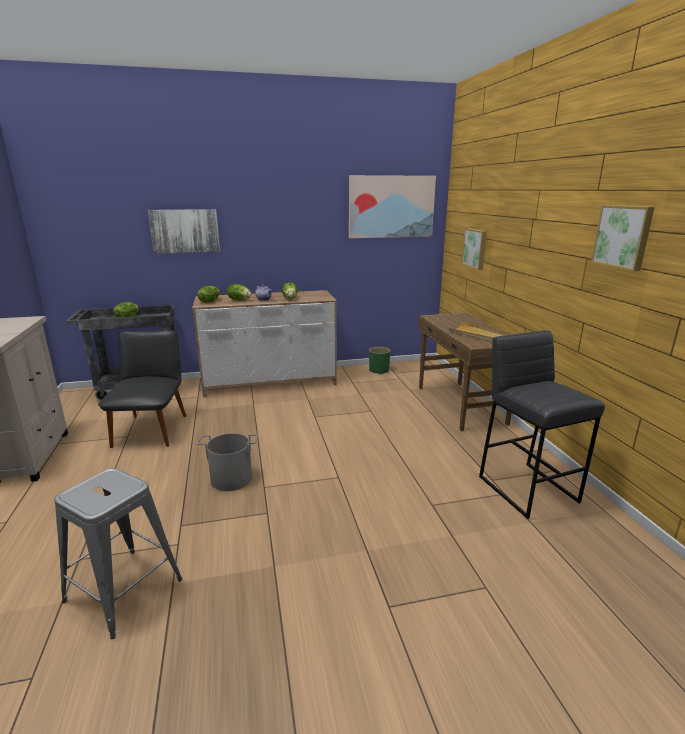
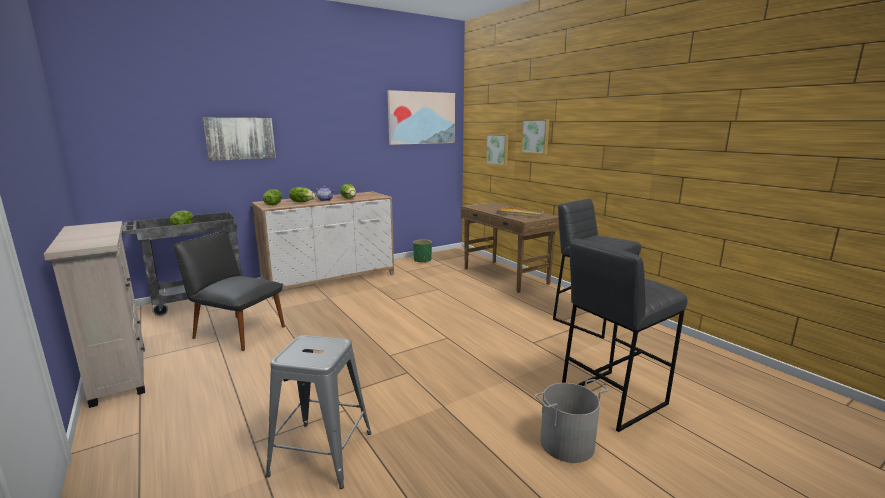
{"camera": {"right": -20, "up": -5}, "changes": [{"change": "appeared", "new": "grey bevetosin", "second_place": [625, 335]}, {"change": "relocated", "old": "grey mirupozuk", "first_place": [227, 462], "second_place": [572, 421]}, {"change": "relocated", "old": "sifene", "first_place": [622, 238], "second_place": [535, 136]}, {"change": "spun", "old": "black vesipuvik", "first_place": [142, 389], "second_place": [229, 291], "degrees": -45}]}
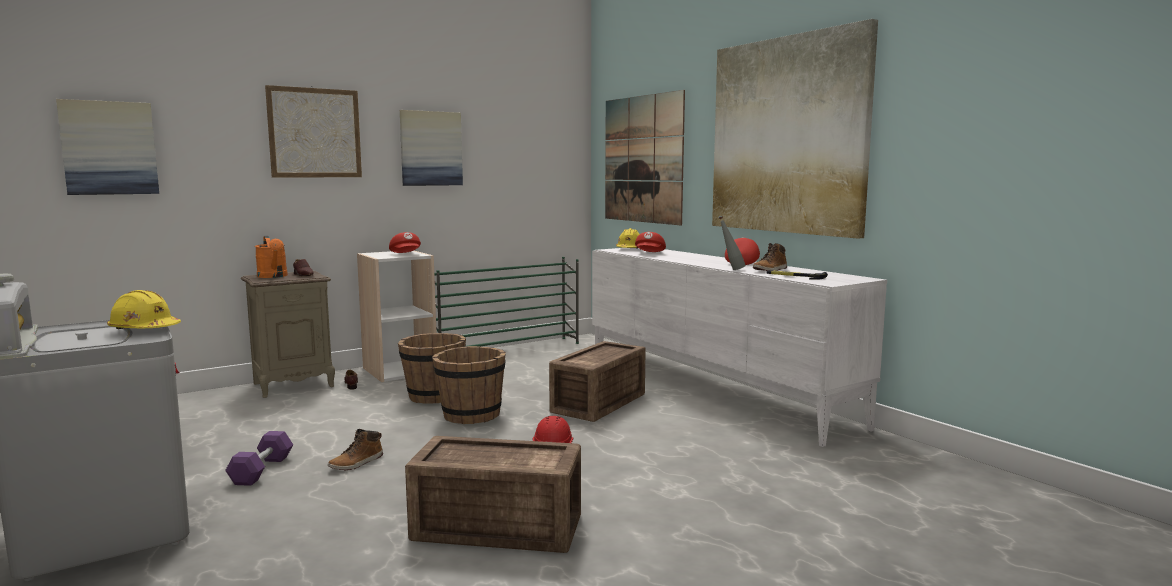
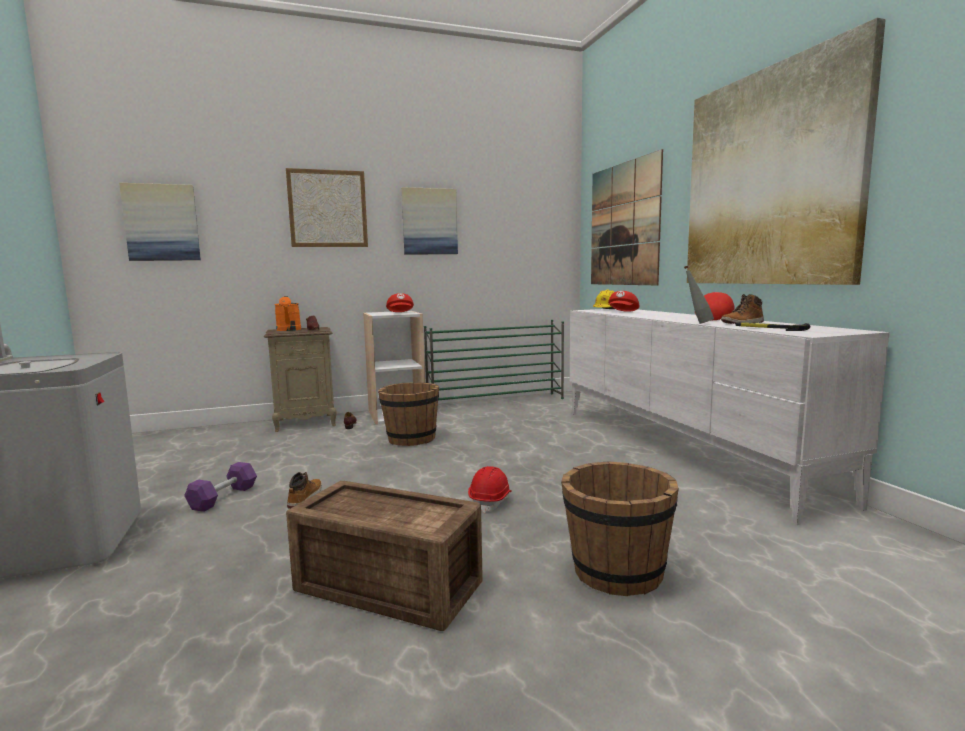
{"camera": {"right": 15, "up": 0}, "changes": [{"change": "missing", "old": "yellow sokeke", "first_place": [144, 309]}, {"change": "missing", "old": "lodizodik", "first_place": [597, 381]}, {"change": "relocated", "old": "brown mirupozuk", "first_place": [469, 385], "second_place": [620, 528]}, {"change": "spun", "old": "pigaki", "first_place": [355, 449], "second_place": [304, 490], "degrees": 135}]}
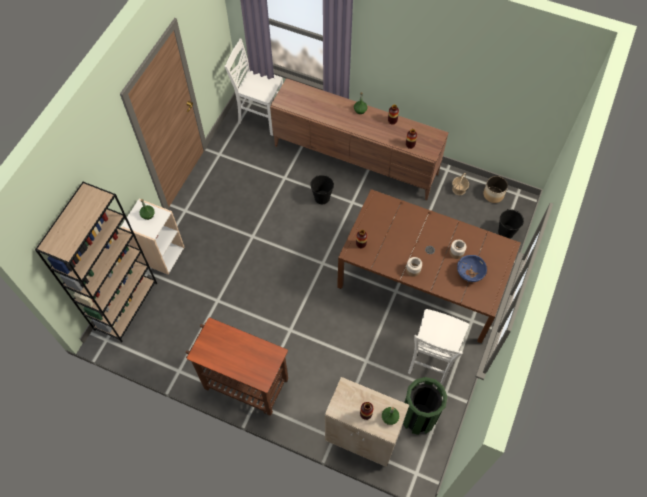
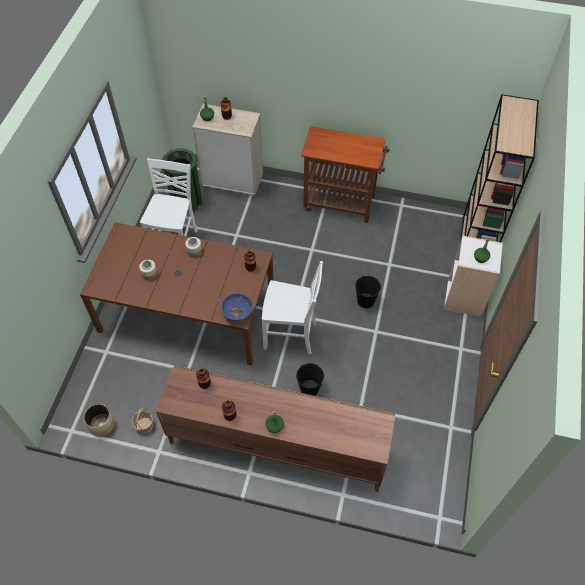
{"camera": {"right": 170, "up": -5}, "changes": [{"change": "relocated", "old": "white vesipuvik", "first_place": [254, 87], "second_place": [292, 308]}, {"change": "relocated", "old": "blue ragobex", "first_place": [472, 268], "second_place": [237, 307]}, {"change": "relocated", "old": "black mirupozuk", "first_place": [511, 224], "second_place": [368, 292]}]}
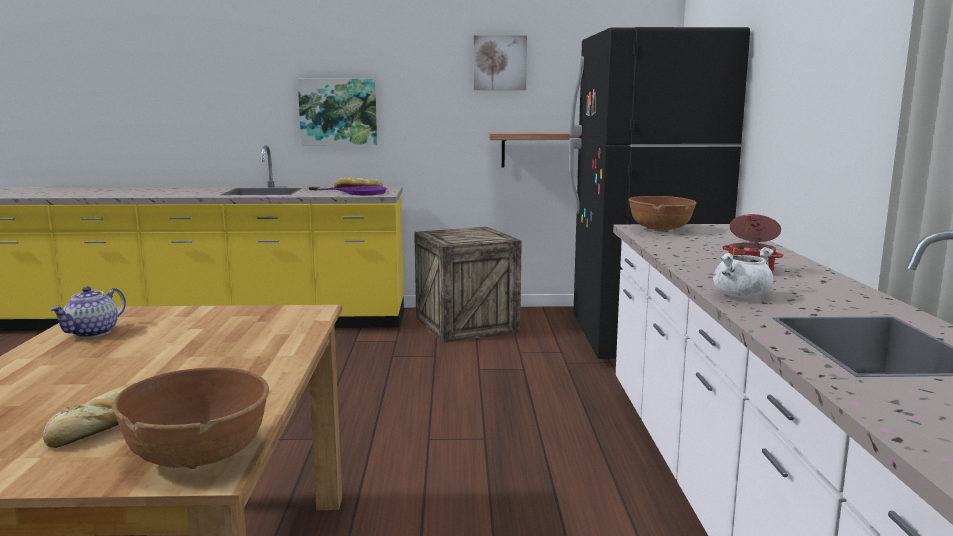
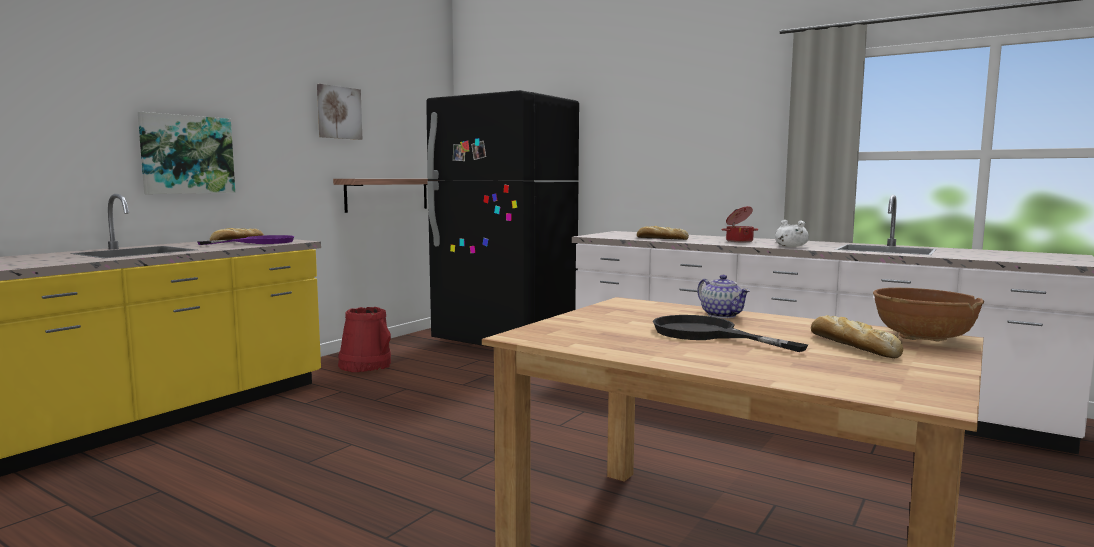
{"camera": {"right": -55, "up": -5}, "changes": [{"change": "missing", "old": "brown ragobex", "first_place": [663, 214]}, {"change": "appeared", "new": "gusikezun", "second_place": [663, 233]}, {"change": "appeared", "new": "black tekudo", "second_place": [730, 333]}, {"change": "relocated", "old": "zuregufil", "first_place": [87, 312], "second_place": [723, 296]}, {"change": "exchanged", "old": "lodizodik", "new": "red mirupozuk", "first_place": [468, 285], "second_place": [364, 339]}]}
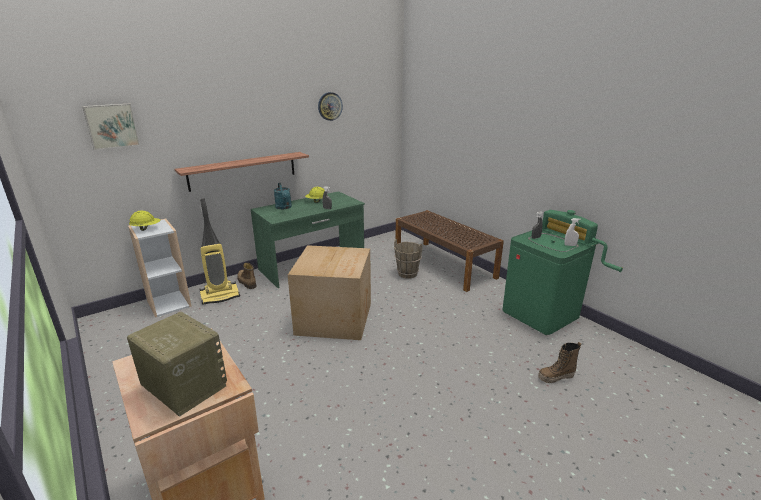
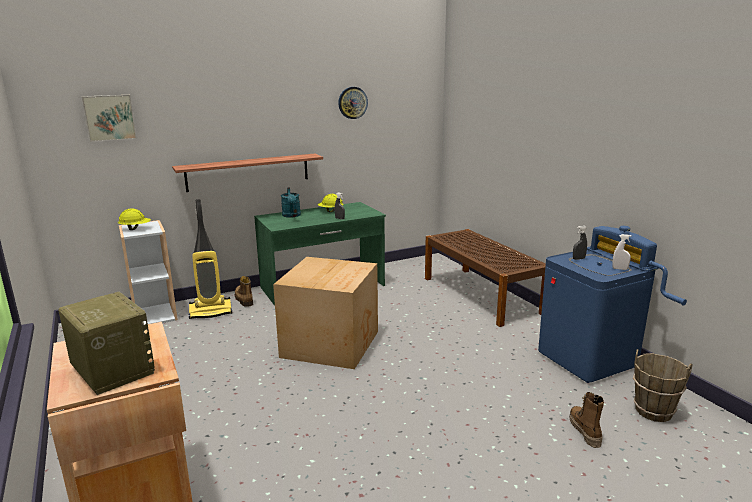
{"camera": {"right": 10, "up": -5}, "changes": [{"change": "relocated", "old": "brown mirupozuk", "first_place": [408, 259], "second_place": [663, 385]}, {"change": "colour", "old": "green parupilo", "new": "blue parupilo", "first_place": [563, 272], "second_place": [612, 304]}, {"change": "spun", "old": "pigaki", "first_place": [560, 362], "second_place": [587, 420], "degrees": 90}]}
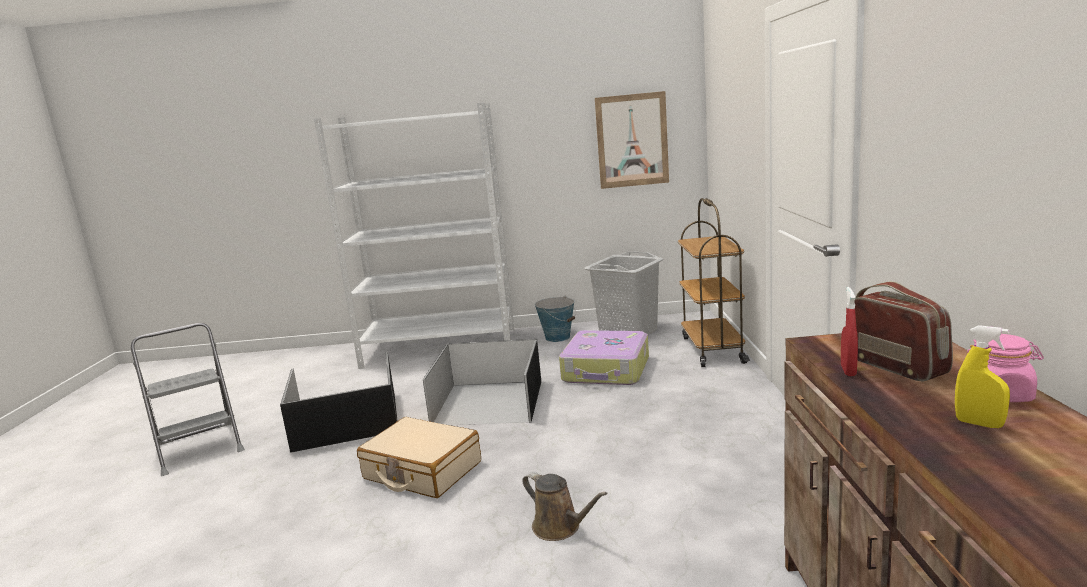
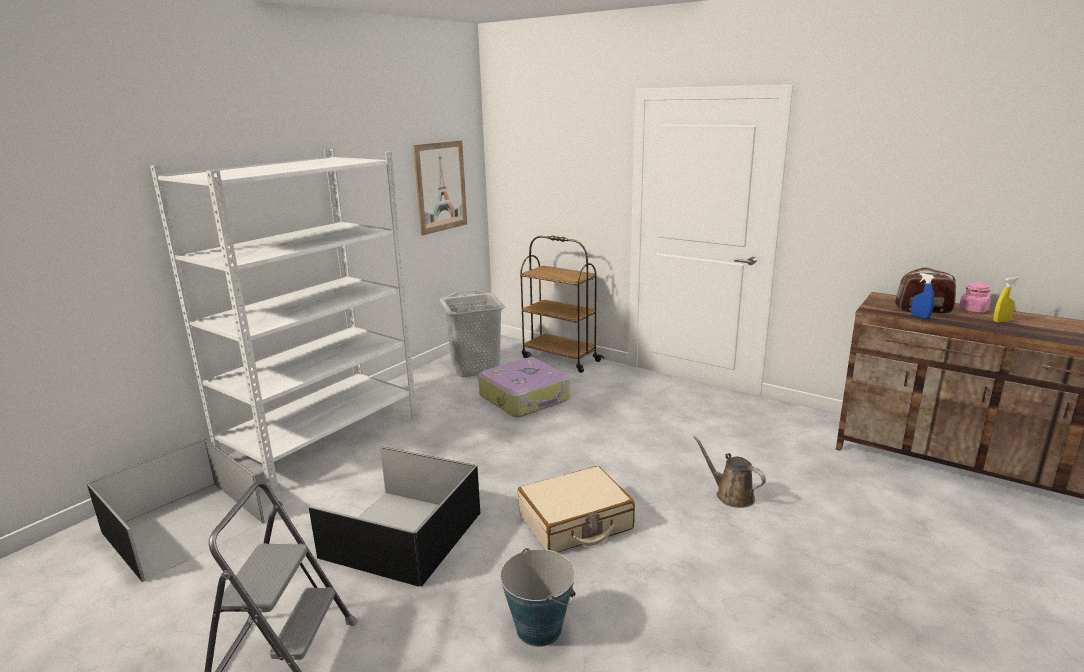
{"camera": {"right": -55, "up": 5}, "changes": [{"change": "relocated", "old": "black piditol", "first_place": [482, 382], "second_place": [176, 510]}, {"change": "relocated", "old": "mirupozuk", "first_place": [555, 319], "second_place": [538, 597]}, {"change": "colour", "old": "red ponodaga", "new": "blue ponodaga", "first_place": [849, 331], "second_place": [923, 296]}, {"change": "spun", "old": "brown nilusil", "first_place": [565, 506], "second_place": [729, 472], "degrees": -120}]}
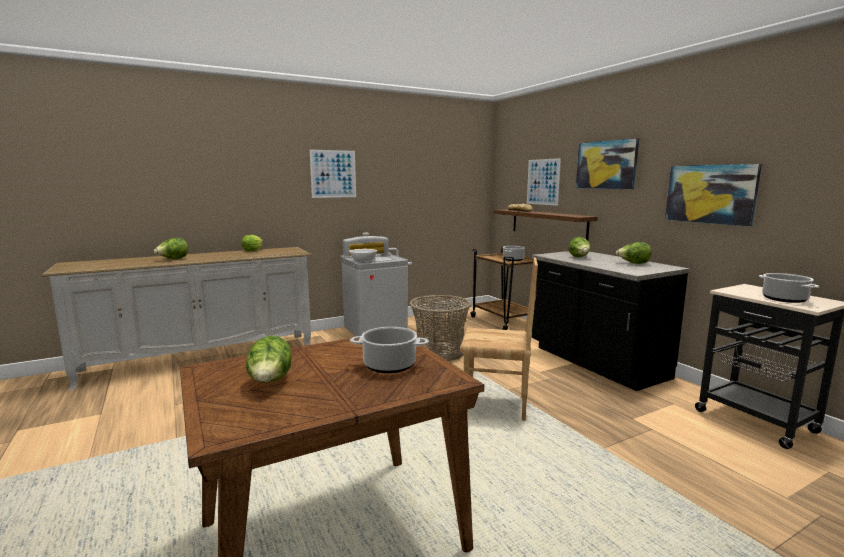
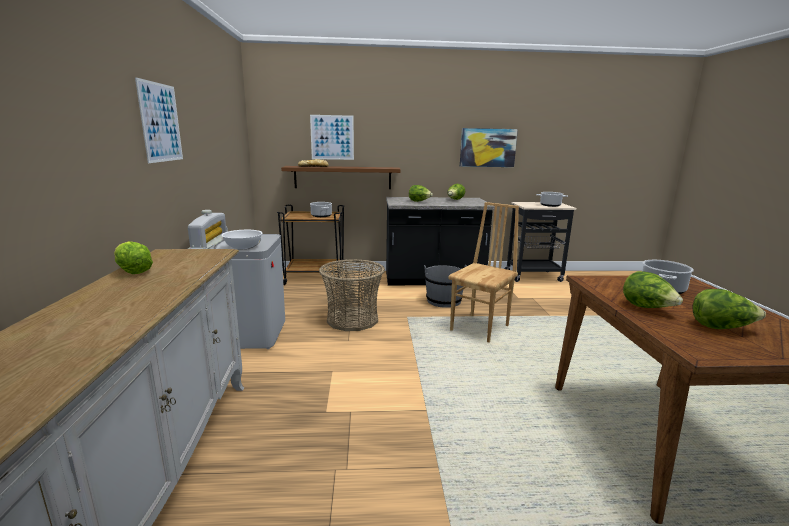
{"camera": {"right": -65, "up": 5}, "changes": [{"change": "missing", "old": "sifene", "first_place": [607, 163]}, {"change": "appeared", "new": "grey mirupozuk", "second_place": [445, 286]}, {"change": "relocated", "old": "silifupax", "first_place": [171, 248], "second_place": [653, 289]}]}
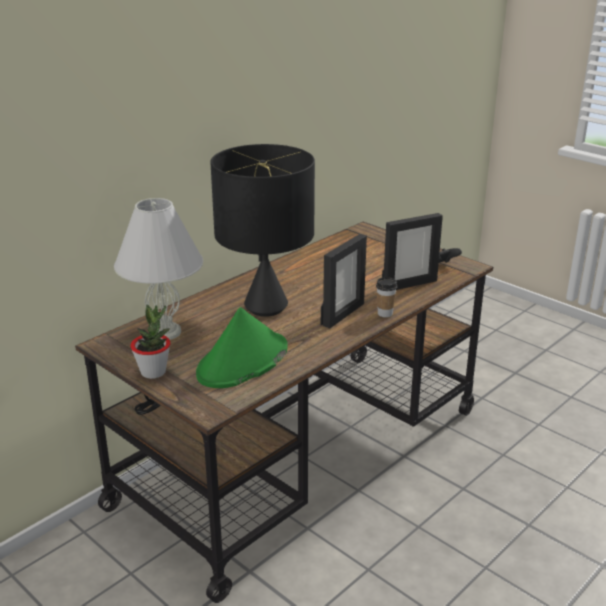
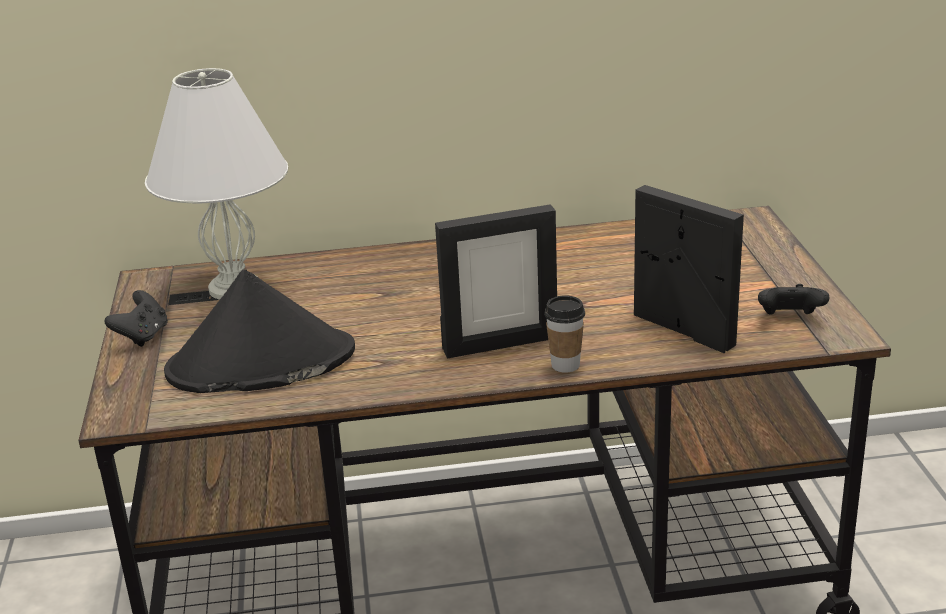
{"camera": {"right": 40, "up": 0}, "changes": [{"change": "missing", "old": "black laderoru", "first_place": [262, 230]}, {"change": "exchanged", "old": "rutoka", "new": "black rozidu", "first_place": [150, 342], "second_place": [136, 318]}, {"change": "colour", "old": "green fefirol", "new": "black fefirol", "first_place": [242, 347], "second_place": [259, 331]}, {"change": "spun", "old": "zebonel", "first_place": [412, 251], "second_place": [689, 269], "degrees": -150}]}
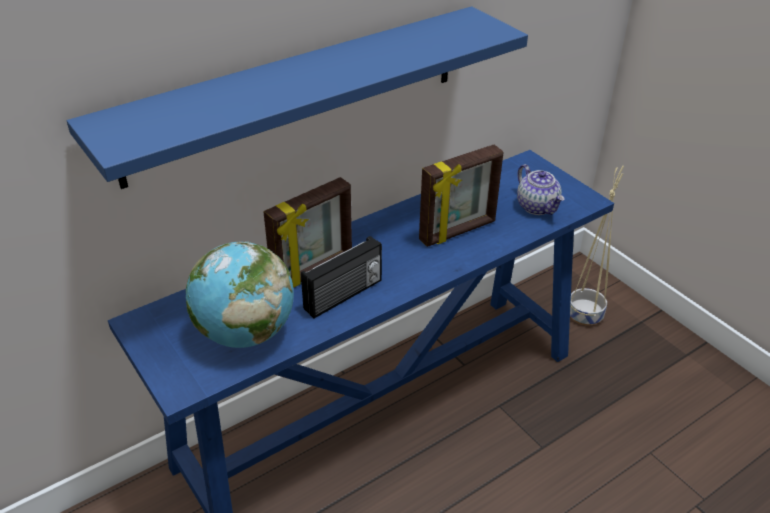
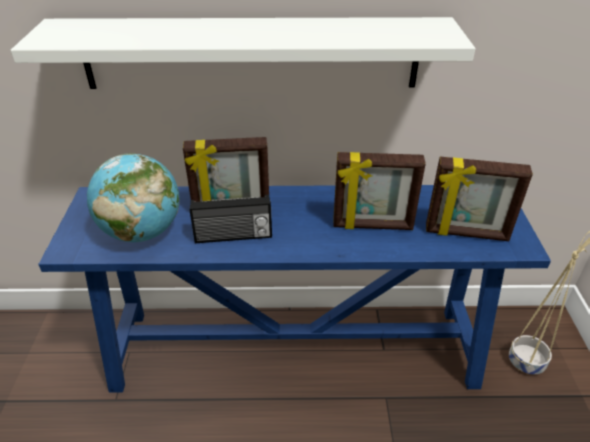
{"camera": {"right": 35, "up": 0}, "changes": [{"change": "exchanged", "old": "zuregufil", "new": "zebonel", "first_place": [541, 189], "second_place": [479, 199]}, {"change": "colour", "old": "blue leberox", "new": "white leberox", "first_place": [297, 97], "second_place": [242, 53]}]}
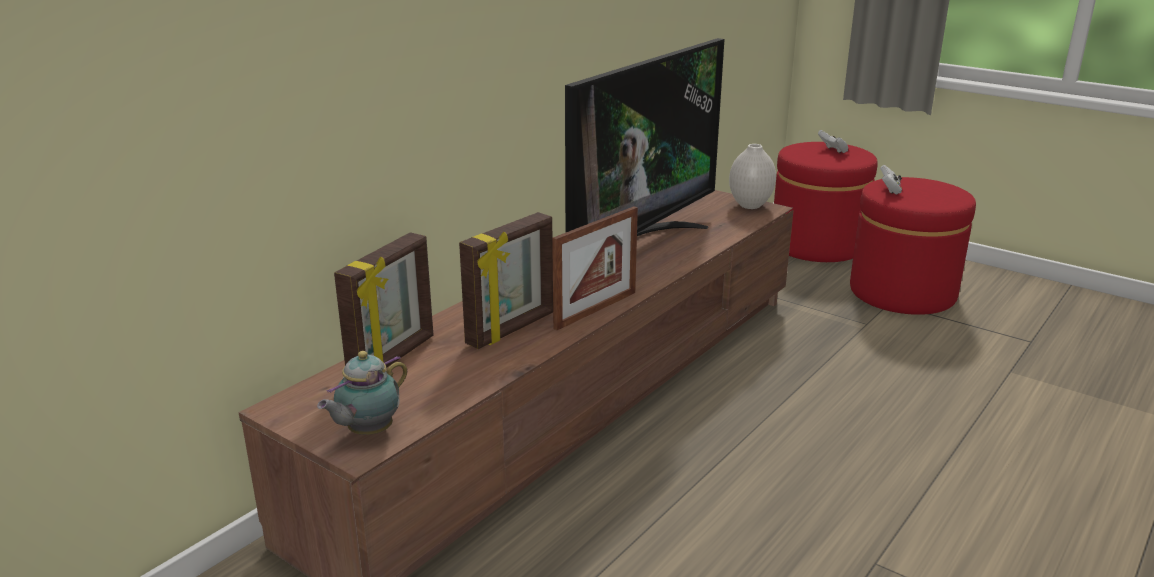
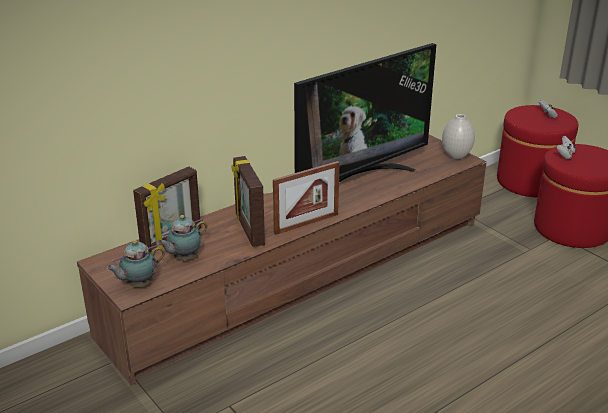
{"camera": {"right": 15, "up": 5}, "changes": [{"change": "appeared", "new": "zuregufil", "second_place": [182, 237]}, {"change": "spun", "old": "zebonel", "first_place": [506, 280], "second_place": [248, 201], "degrees": 105}]}
